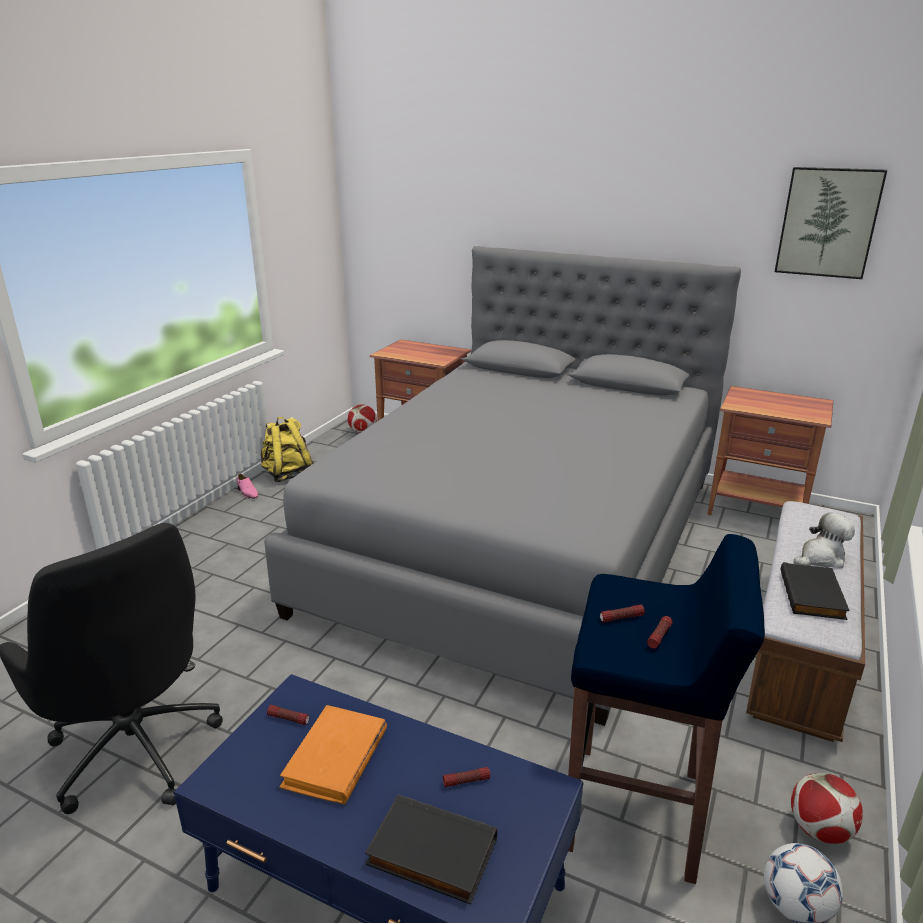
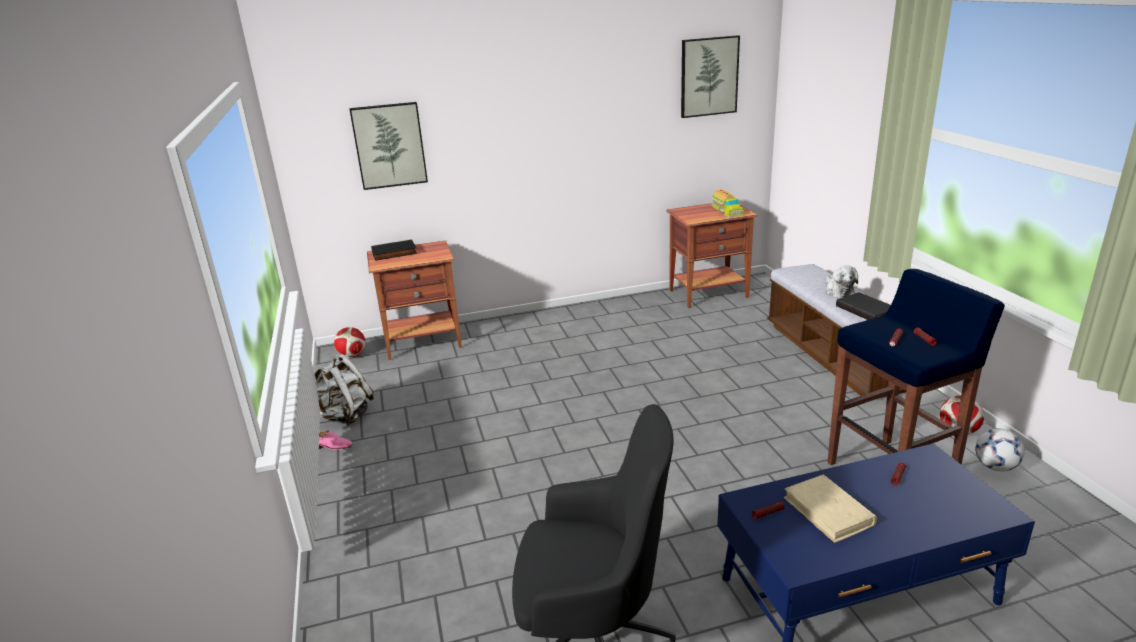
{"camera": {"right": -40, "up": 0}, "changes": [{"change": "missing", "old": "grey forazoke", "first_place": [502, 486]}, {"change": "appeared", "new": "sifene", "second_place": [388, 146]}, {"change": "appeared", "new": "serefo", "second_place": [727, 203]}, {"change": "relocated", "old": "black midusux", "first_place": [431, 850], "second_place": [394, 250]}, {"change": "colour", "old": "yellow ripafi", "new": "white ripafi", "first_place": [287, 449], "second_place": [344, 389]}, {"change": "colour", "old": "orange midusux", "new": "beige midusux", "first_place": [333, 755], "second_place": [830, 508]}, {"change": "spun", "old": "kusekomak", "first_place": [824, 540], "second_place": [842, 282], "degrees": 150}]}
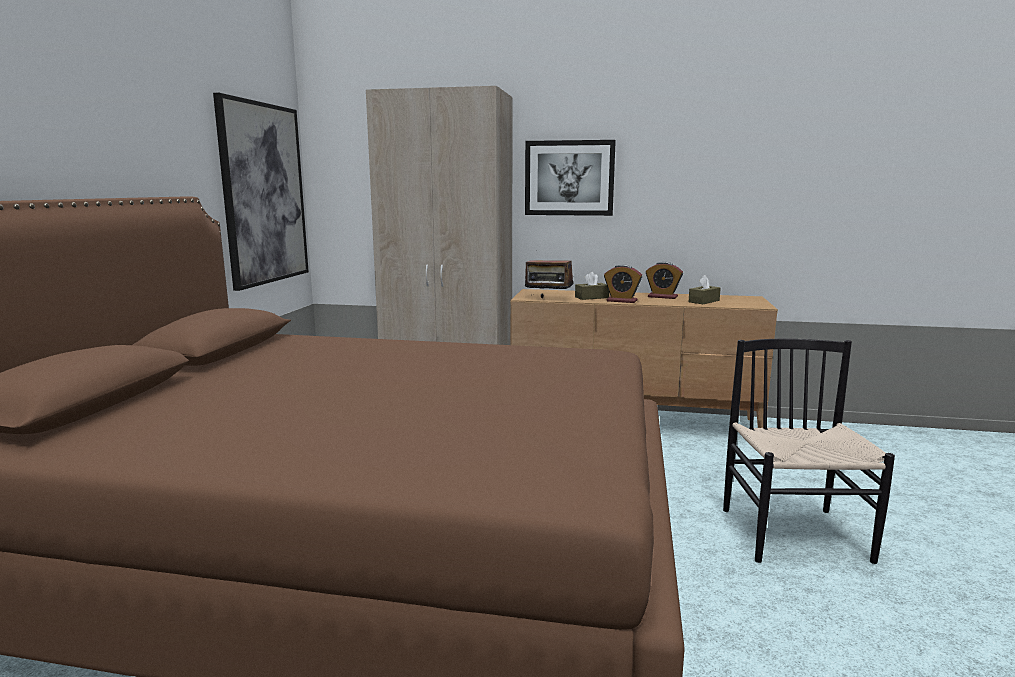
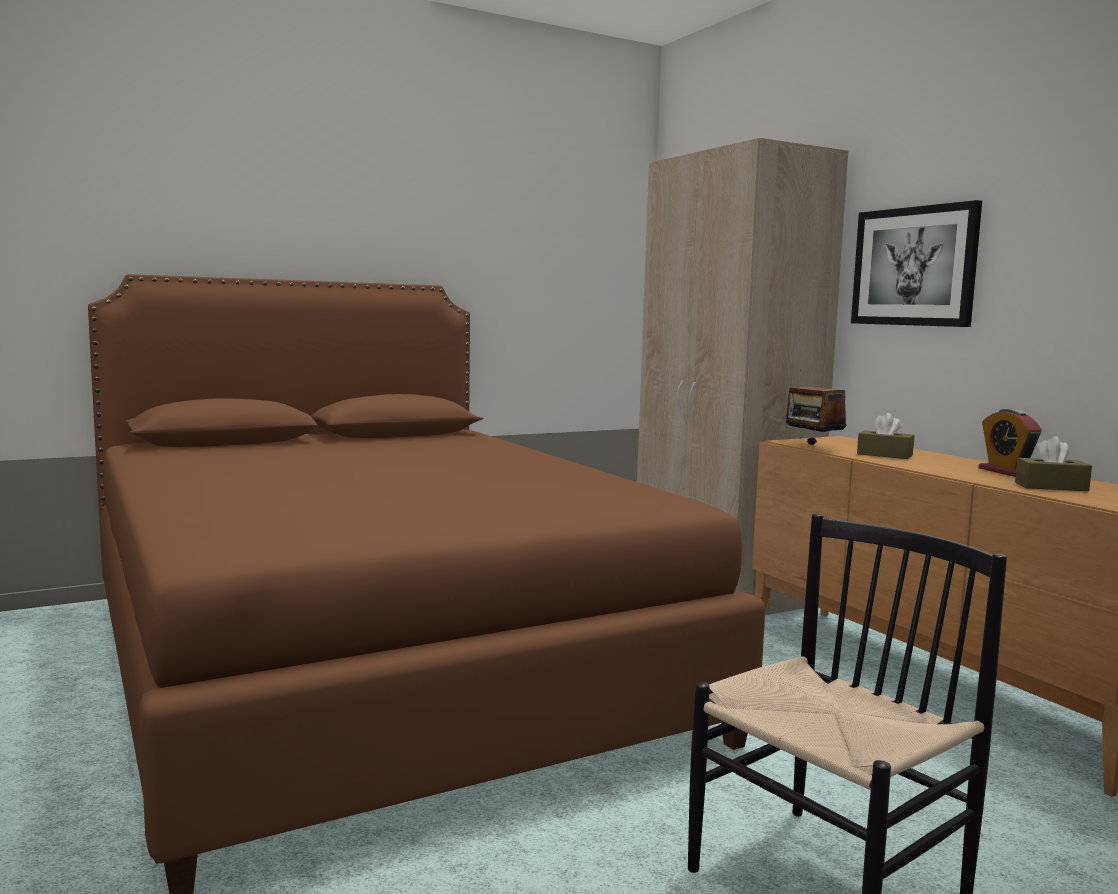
{"camera": {"right": 50, "up": -5}, "changes": [{"change": "missing", "old": "sifene", "first_place": [261, 192]}, {"change": "missing", "old": "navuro", "first_place": [623, 283]}]}
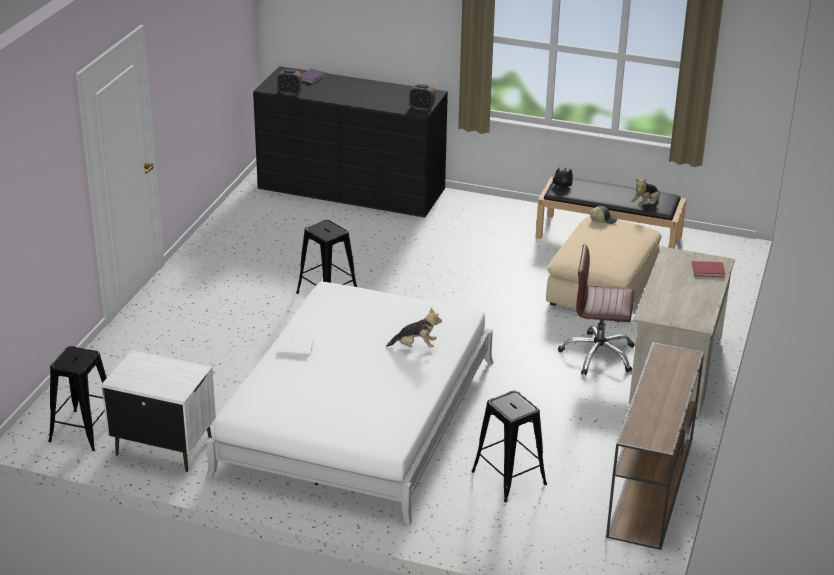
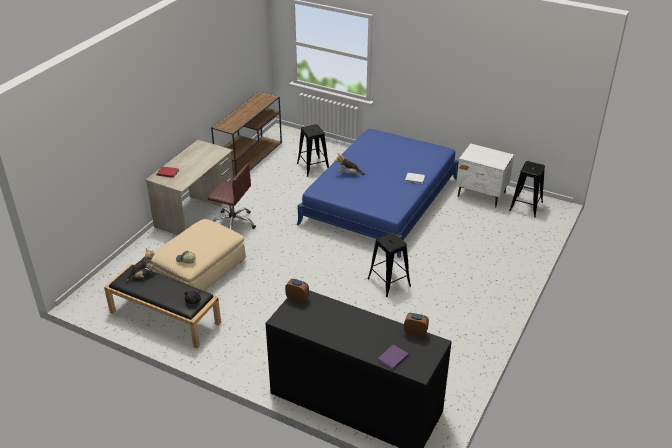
{"camera": {"right": -170, "up": 5}, "changes": [{"change": "colour", "old": "white forazoke", "new": "blue forazoke", "first_place": [350, 403], "second_place": [378, 193]}]}
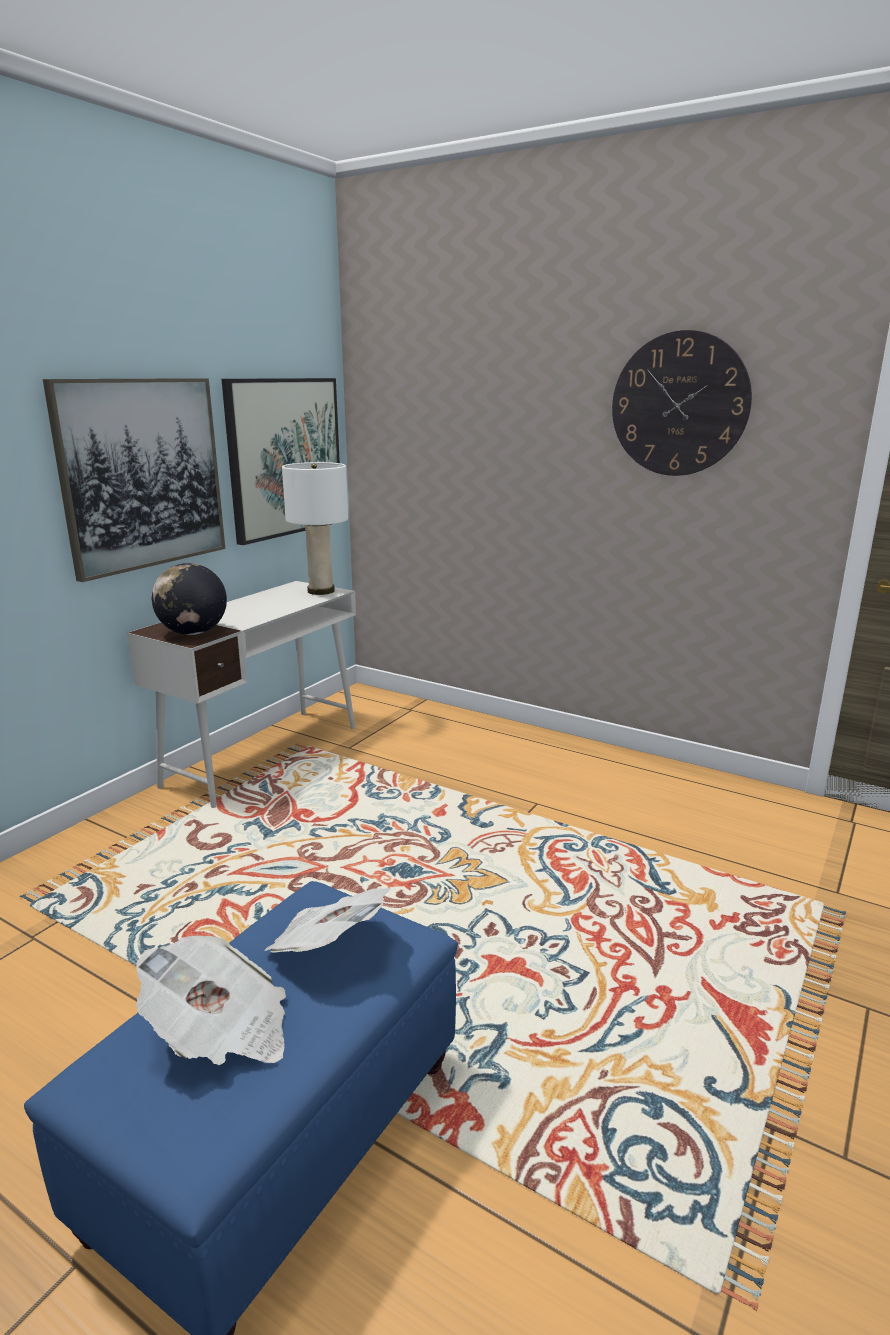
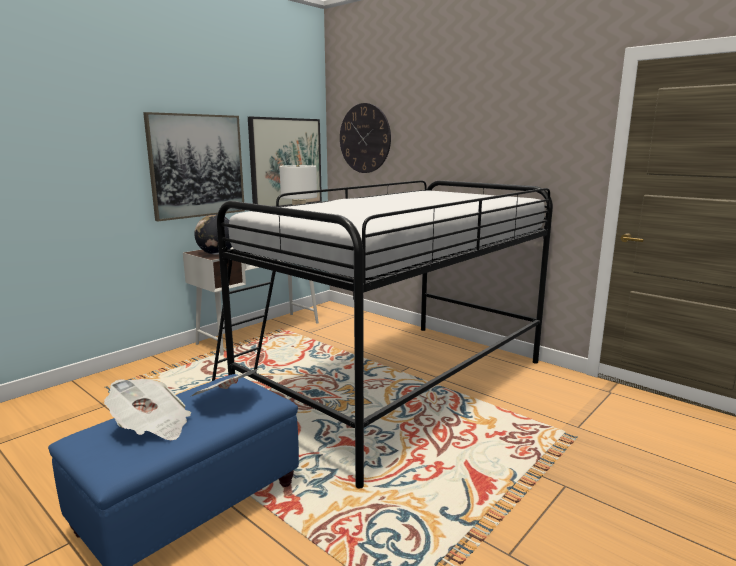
{"camera": {"right": 10, "up": -5}, "changes": [{"change": "appeared", "new": "black forazoke", "second_place": [382, 334]}, {"change": "relocated", "old": "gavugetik", "first_place": [682, 403], "second_place": [365, 138]}]}
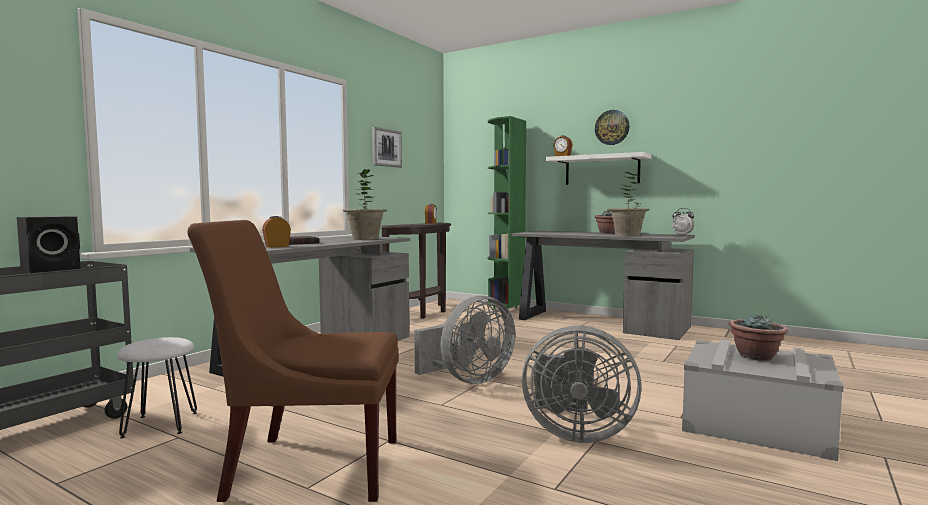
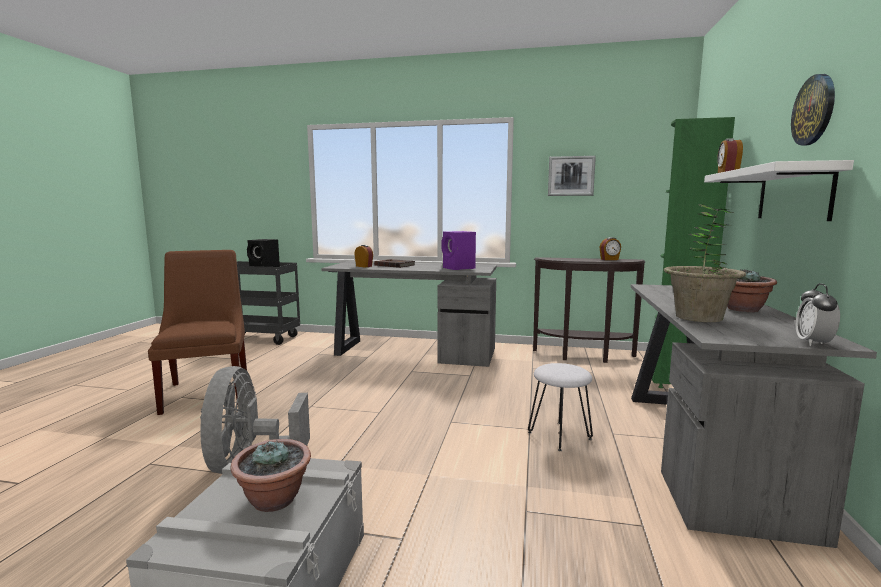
{"camera": {"right": 70, "up": 5}, "changes": [{"change": "missing", "old": "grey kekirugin", "first_place": [464, 340]}, {"change": "relocated", "old": "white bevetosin", "first_place": [157, 388], "second_place": [560, 407]}, {"change": "exchanged", "old": "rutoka", "new": "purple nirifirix", "first_place": [365, 204], "second_place": [459, 250]}]}
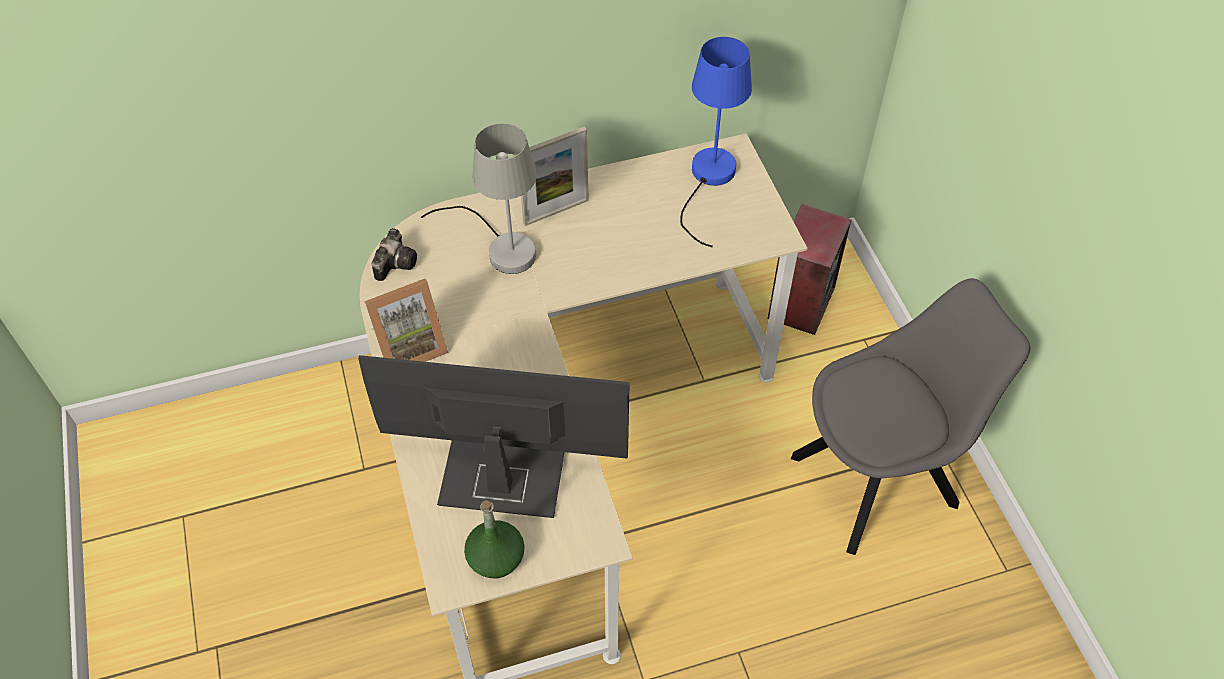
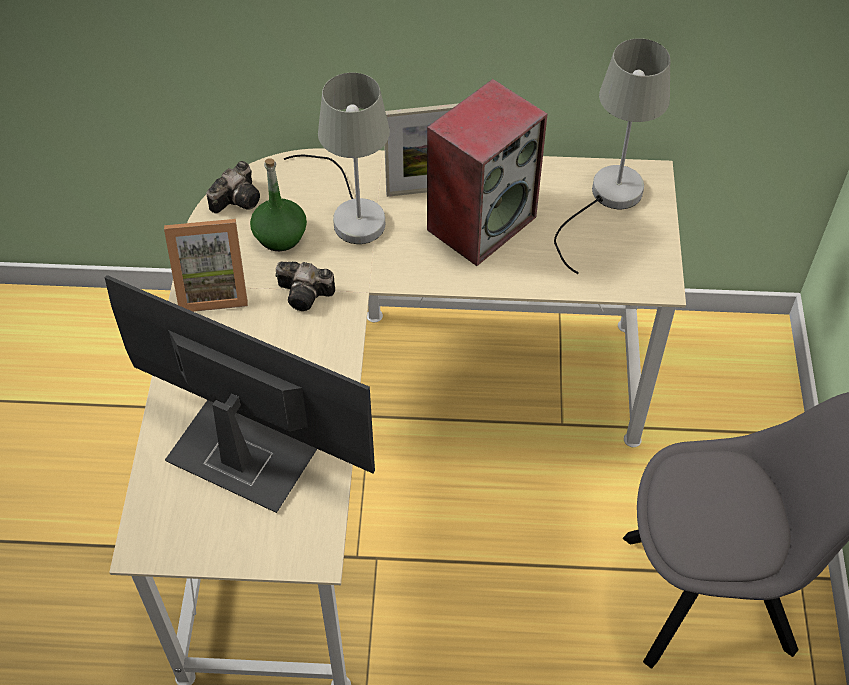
{"camera": {"right": 20, "up": 0}, "changes": [{"change": "appeared", "new": "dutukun", "second_place": [305, 286]}, {"change": "relocated", "old": "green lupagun", "first_place": [494, 539], "second_place": [278, 204]}, {"change": "relocated", "old": "nirifirix", "first_place": [810, 269], "second_place": [487, 172]}, {"change": "colour", "old": "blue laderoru", "new": "grey laderoru", "first_place": [716, 142], "second_place": [612, 156]}]}
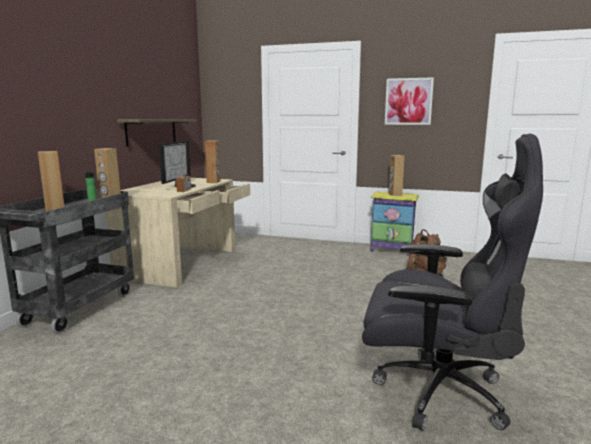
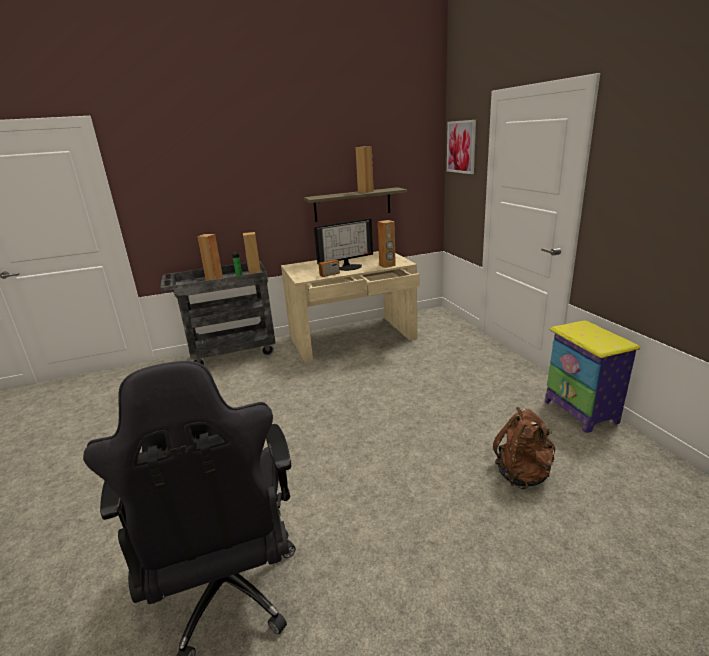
{"camera": {"right": 55, "up": 10}, "changes": [{"change": "relocated", "old": "sifene", "first_place": [409, 101], "second_place": [461, 147]}, {"change": "relocated", "old": "brown nirifirix", "first_place": [396, 175], "second_place": [364, 169]}]}
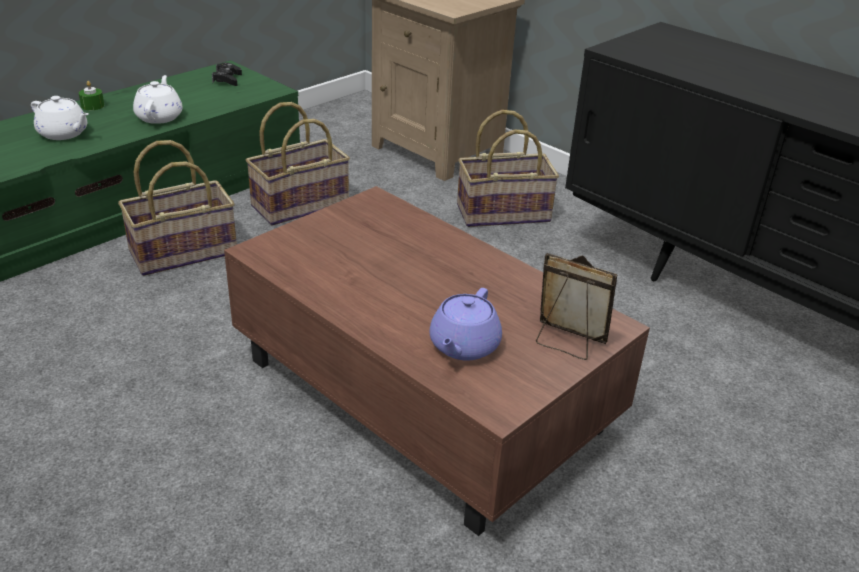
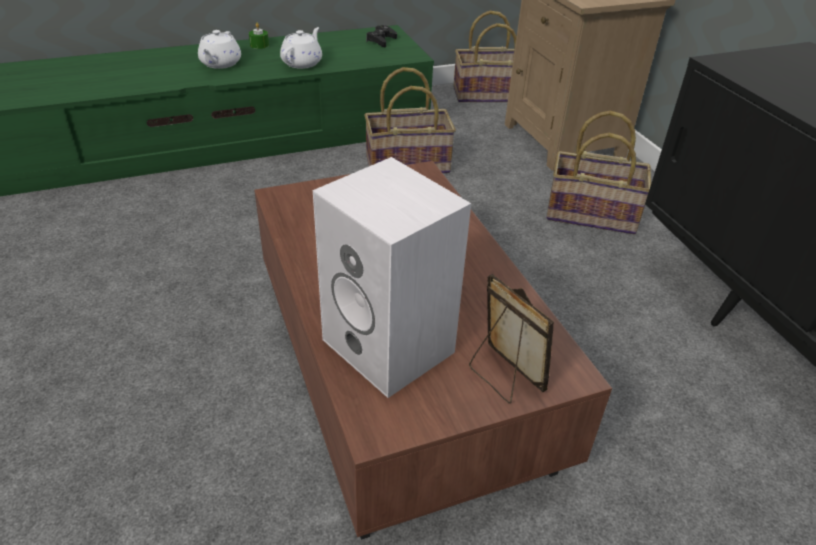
{"camera": {"right": 25, "up": 5}, "changes": [{"change": "relocated", "old": "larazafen", "first_place": [177, 208], "second_place": [485, 56]}, {"change": "exchanged", "old": "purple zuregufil", "new": "white nirifirix", "first_place": [466, 324], "second_place": [392, 277]}, {"change": "spun", "old": "white zuregufil", "first_place": [60, 118], "second_place": [219, 49], "degrees": 45}]}
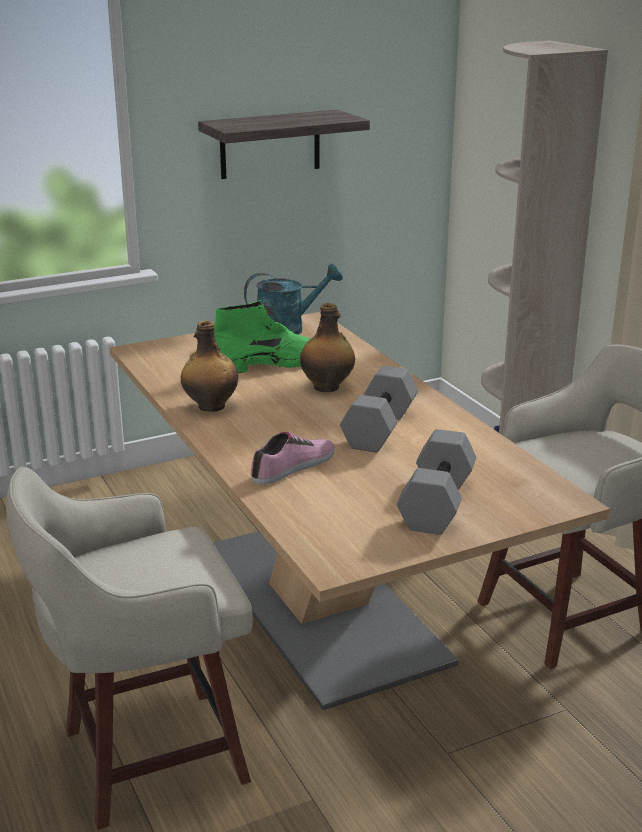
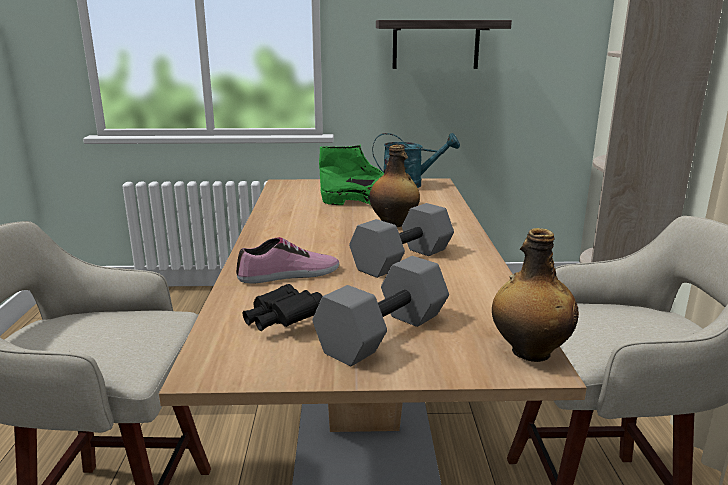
{"camera": {"right": 25, "up": -5}, "changes": [{"change": "appeared", "new": "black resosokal", "second_place": [282, 307]}, {"change": "relocated", "old": "lupagun", "first_place": [209, 366], "second_place": [535, 295]}]}
